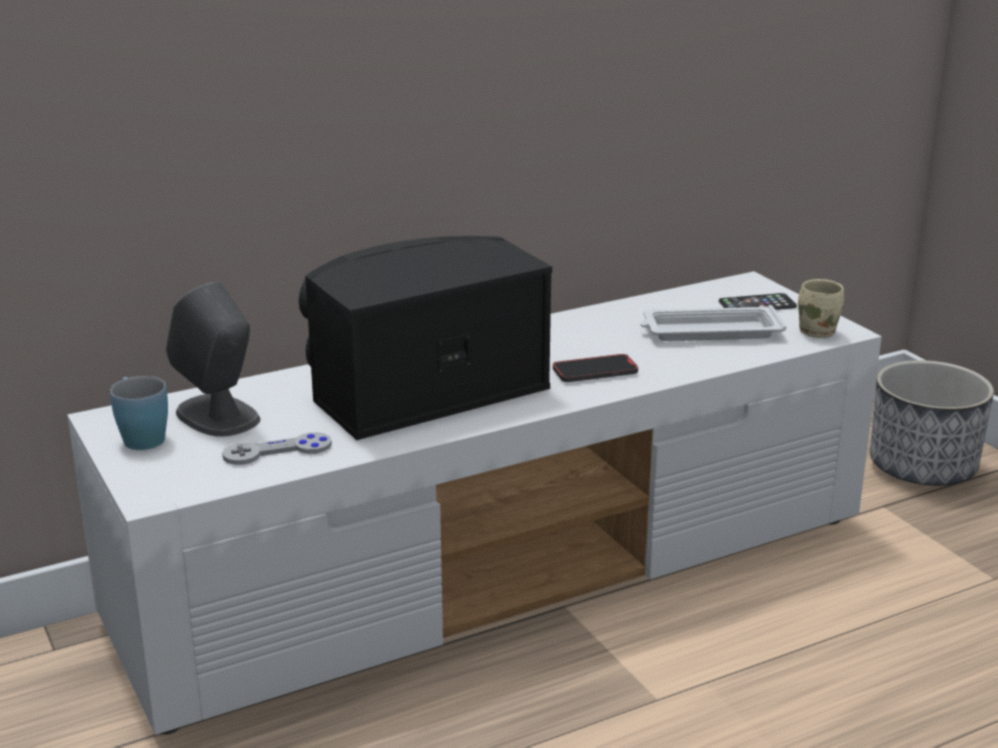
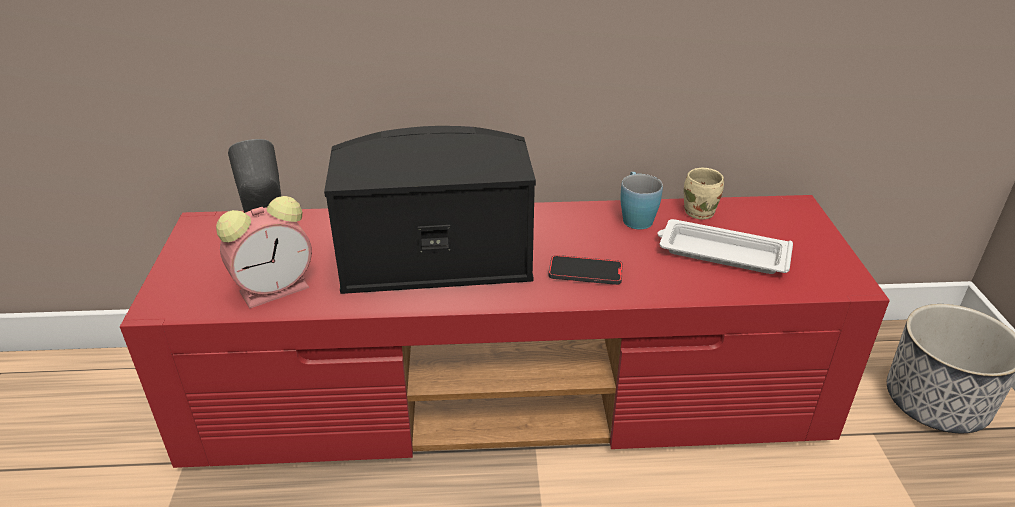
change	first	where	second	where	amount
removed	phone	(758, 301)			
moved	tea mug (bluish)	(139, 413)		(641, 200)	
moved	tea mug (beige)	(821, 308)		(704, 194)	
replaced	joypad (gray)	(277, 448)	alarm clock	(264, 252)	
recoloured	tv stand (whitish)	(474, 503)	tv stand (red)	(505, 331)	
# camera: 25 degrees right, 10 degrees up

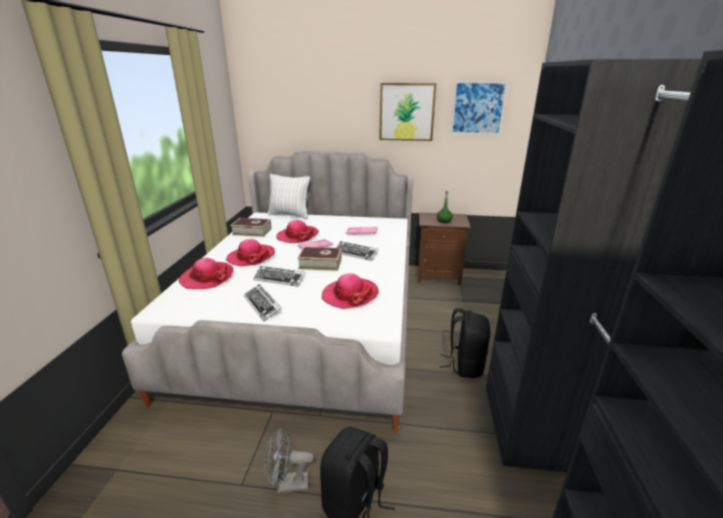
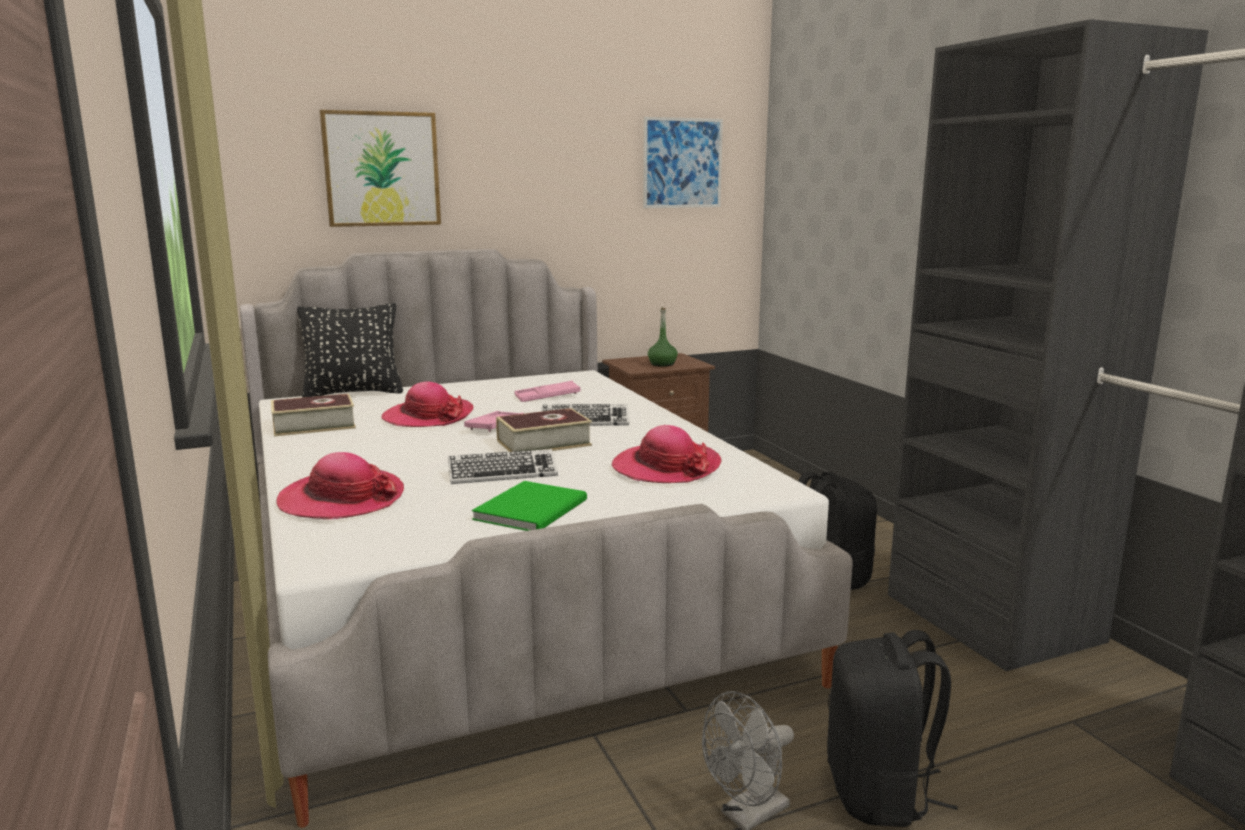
change	first	where	second	where	amount
removed	hat	(250, 252)			
moved	wall art	(407, 112)		(380, 168)	
replaced	PC keyboard	(263, 302)	volume (greenish)	(529, 506)	
recoloured	pillow (whitish)	(288, 196)	pillow (blackish)	(350, 350)	
# camera: 30 degrees left, 10 degrees down

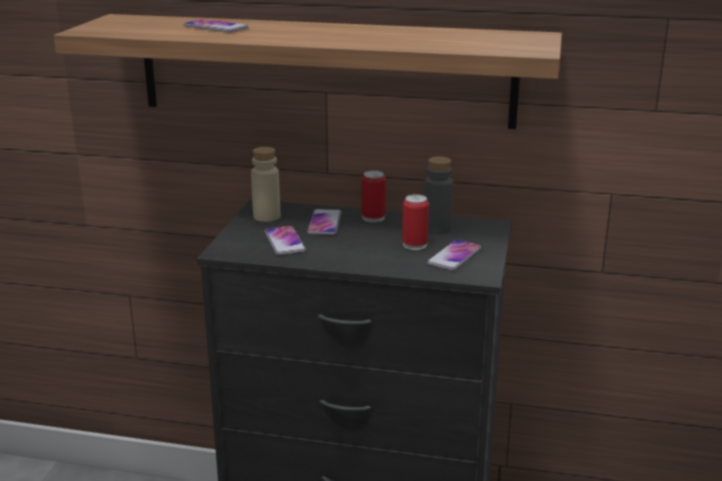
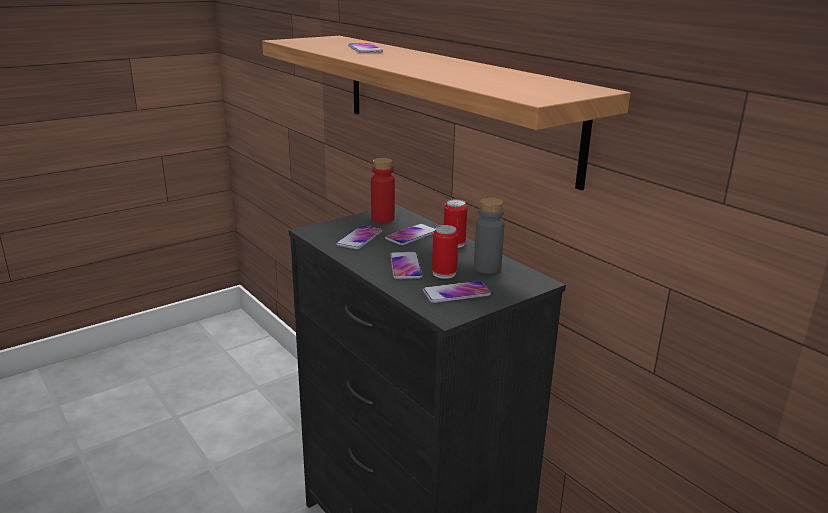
change	first	where	second	where	amount
added			phone	(406, 265)	
recoloured	bottle (beige)	(265, 184)	bottle (red)	(383, 190)	
# camera: 40 degrees right, 0 degrees up

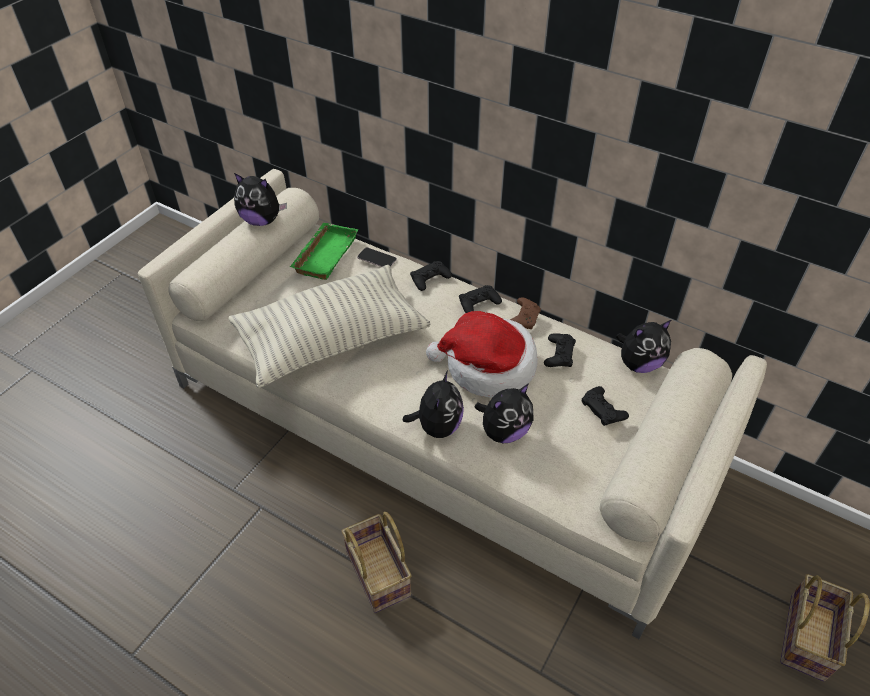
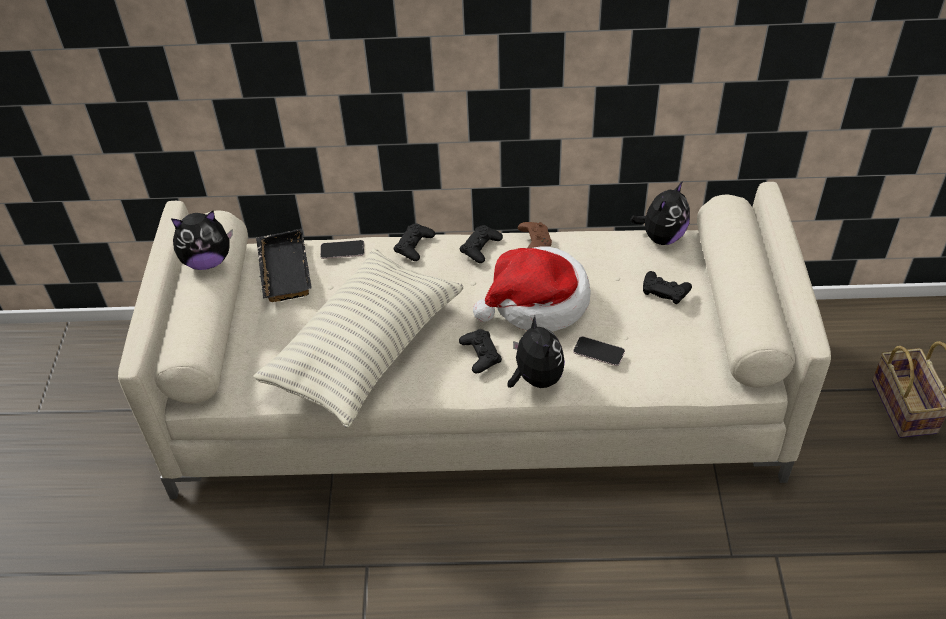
change	first	where	second	where	amount
removed	basket	(376, 562)			
moved	joypad (blackish)	(560, 350)		(480, 351)	
replaced	plush toy	(504, 413)	phone	(599, 351)	
recoloured	serving tray (greenish)	(324, 251)	serving tray (blackish)	(283, 265)	
# camera: 30 degrees left, 0 degrees up

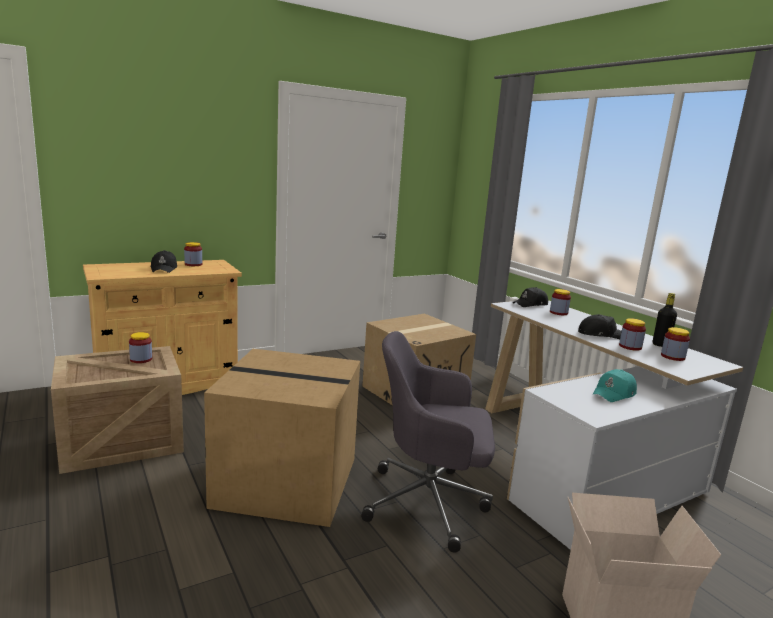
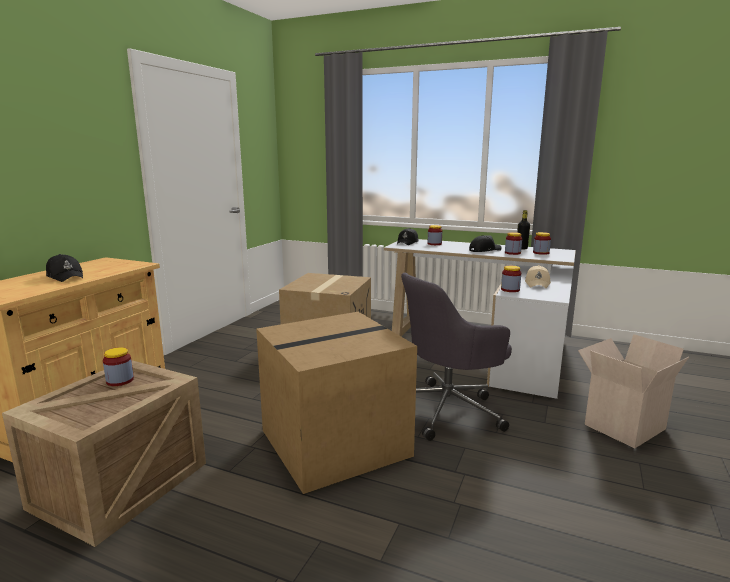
change	first	where	second	where	amount
moved	storage jar	(193, 254)		(511, 279)	
recoloured	baseball cap (blue-green)	(614, 385)	baseball cap (beige)	(538, 276)	
# camera: 35 degrees left, 0 degrees up

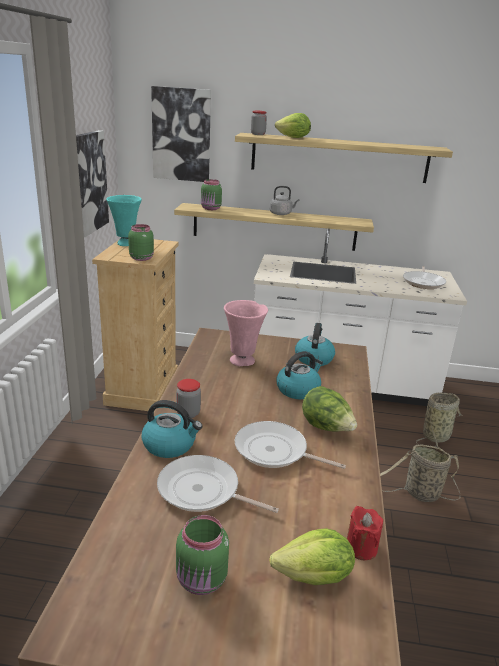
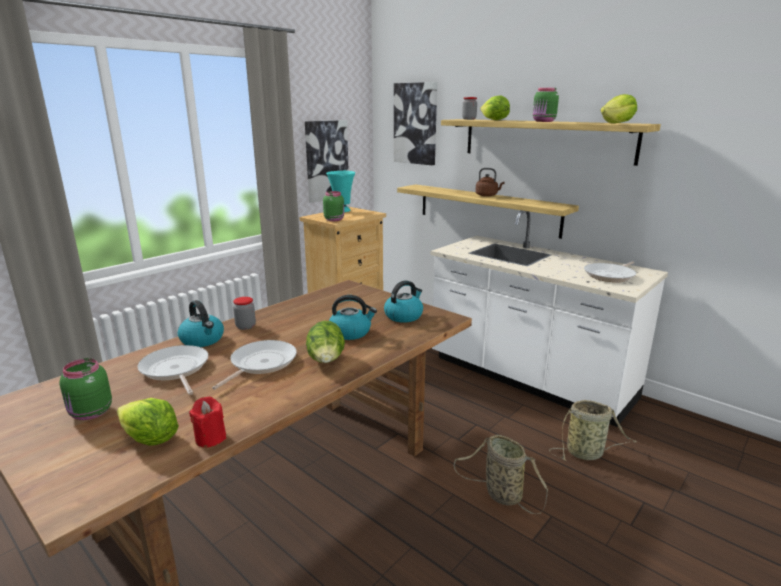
change	first	where	second	where	amount
removed	vase (pinkish)	(246, 333)			
added			lettuce head	(619, 108)	
moved	storage jar (greenish)	(211, 194)		(546, 105)	
recoloured	water kettle (gray)	(284, 200)	water kettle (brownish)	(490, 182)	
turned	skillet	(290, 445)		(254, 365)	60 degrees clockwise
# camera: 35 degrees right, 5 degrees down

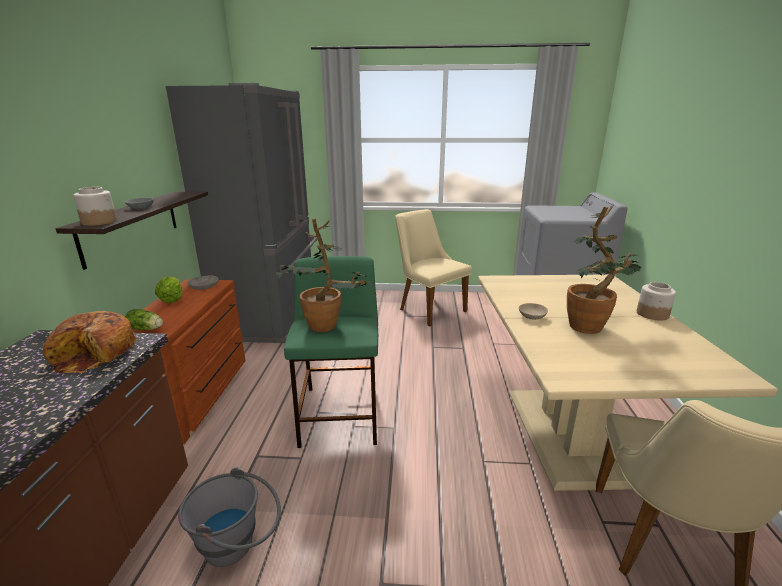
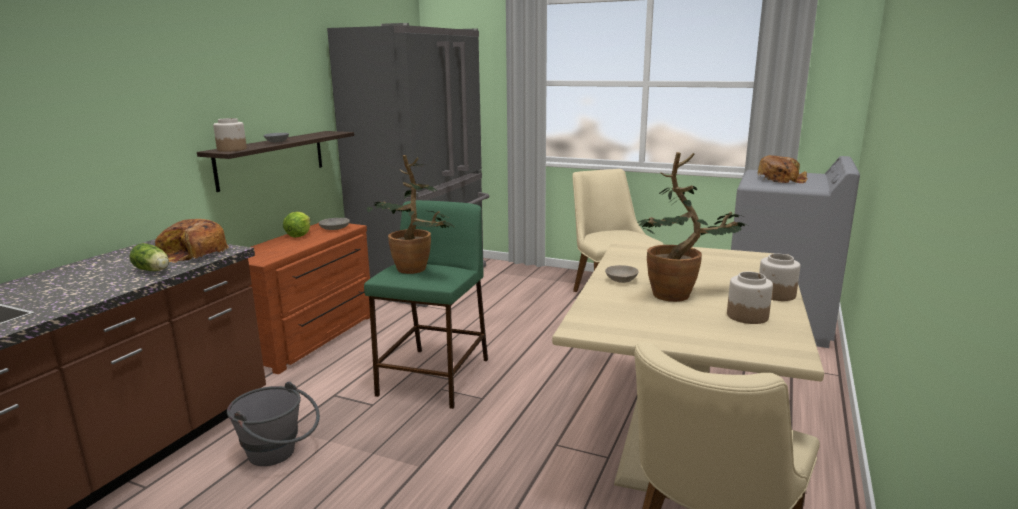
change	first	where	second	where	amount
added			storage jar	(750, 298)	
added			baked bread	(782, 169)	
moved	lettuce head	(144, 319)		(149, 257)	
# camera: 20 degrees right, 5 degrees down

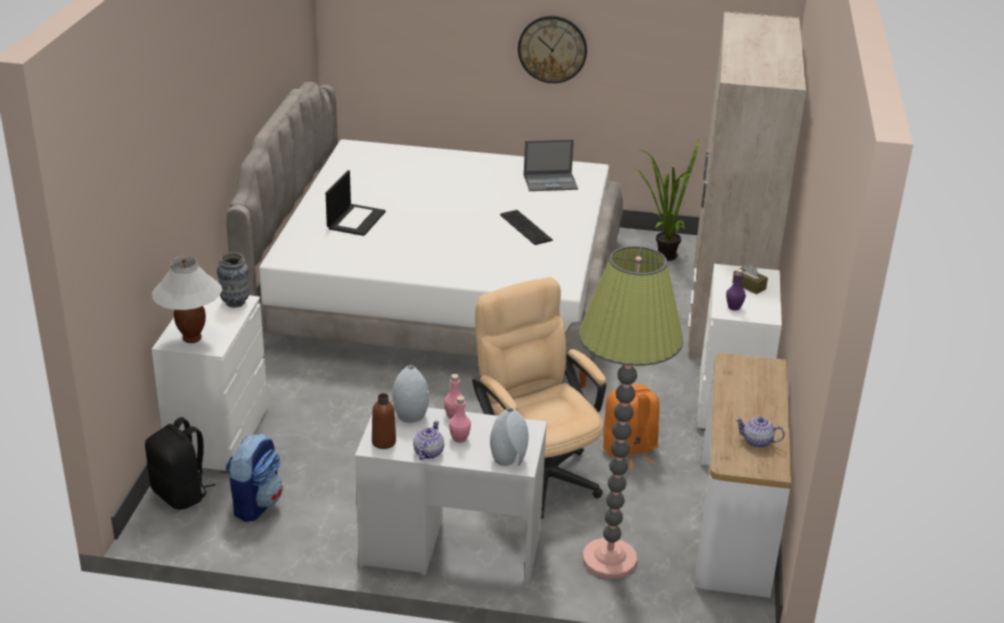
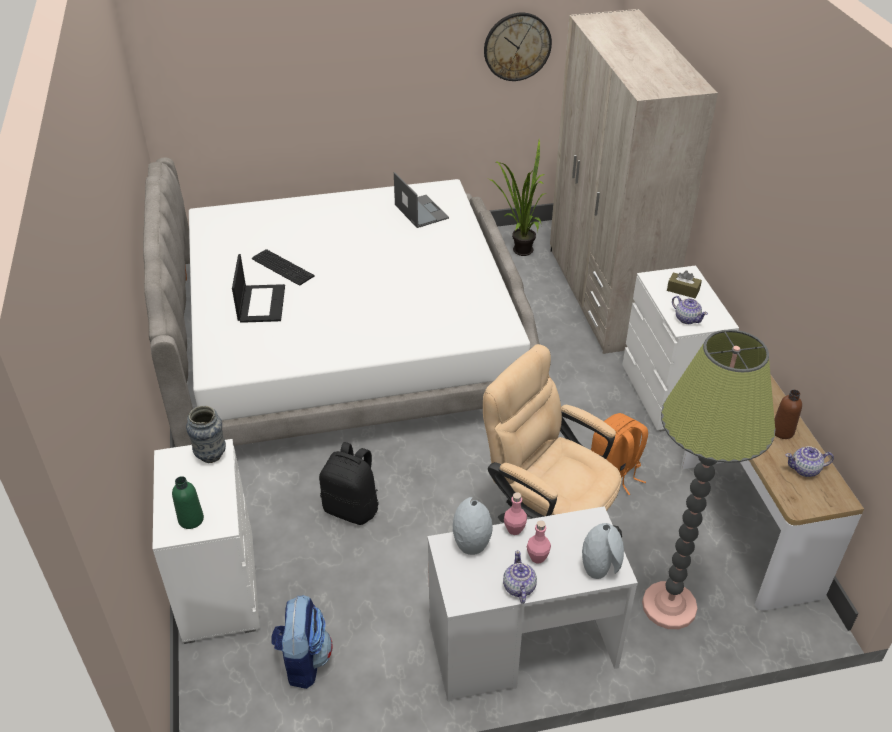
change	first	where	second	where	amount
moved	rucksack (blackish)	(180, 463)		(349, 483)	
moved	bottle (brownish)	(384, 421)		(788, 414)	
moved	PC keyboard	(526, 227)		(283, 267)	
moved	hanging clock	(552, 49)		(518, 47)	
replaced	table lamp (whitish)	(187, 299)	bottle (greenish)	(188, 502)	
replaced	bottle (purple-coloured)	(736, 290)	teapot	(690, 310)	
turned	laptop	(551, 165)		(421, 200)	90 degrees counterclockwise
# camera: 20 degrees left, 10 degrees up

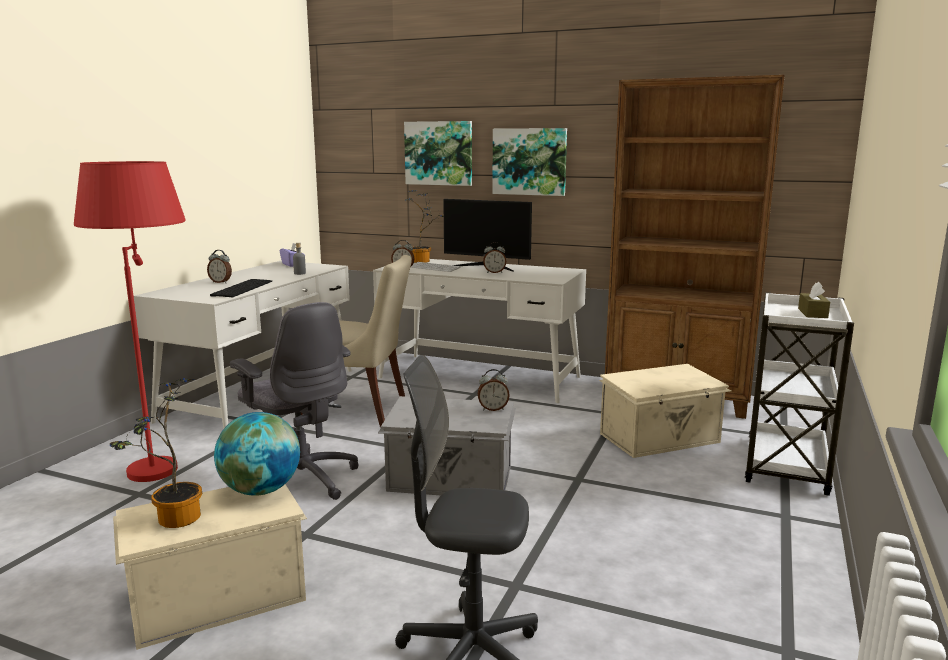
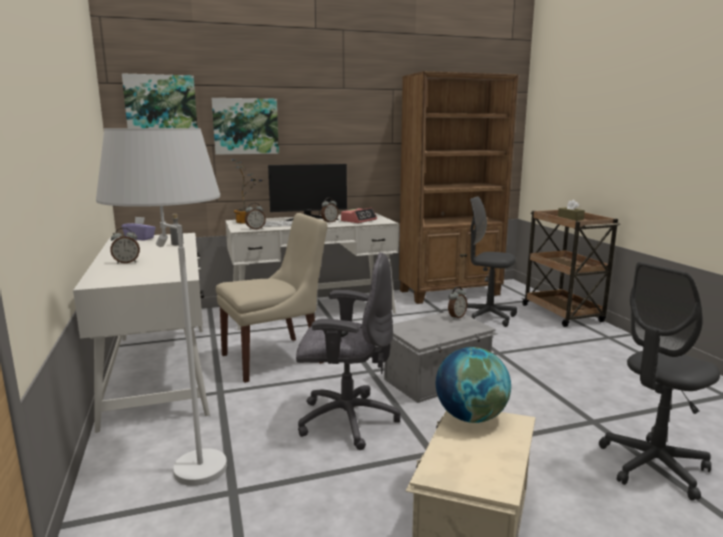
change	first	where	second	where	amount
removed	potted plant	(156, 453)			
removed	PC keyboard	(241, 288)			
added			alarm clock	(359, 215)	
moved	wall art	(529, 162)		(160, 100)	
replaced	storage bin (beige)	(665, 411)	desk chair (gray)	(492, 261)	
recoloured	floor lamp (red)	(130, 321)	floor lamp (whitish)	(161, 307)	
recoloured	cart (whitish)	(799, 394)	cart (brownish)	(570, 268)	
# camera: 40 degrees left, 0 degrees up

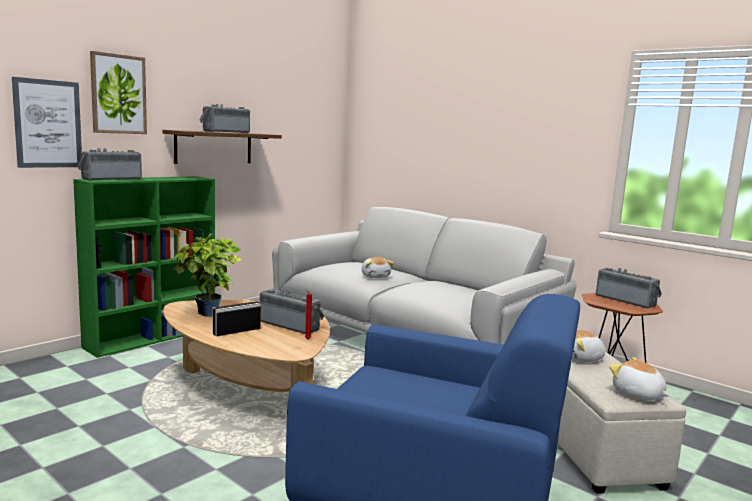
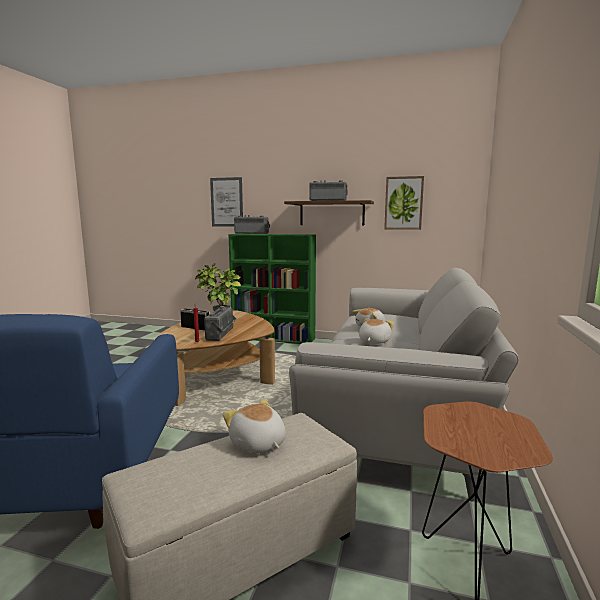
change	first	where	second	where	amount
removed	radio receiver	(629, 288)			
moved	wall art	(118, 92)		(404, 203)	
moved	plush toy	(639, 378)		(376, 331)	
# camera: 65 degrees right, 0 degrees up

